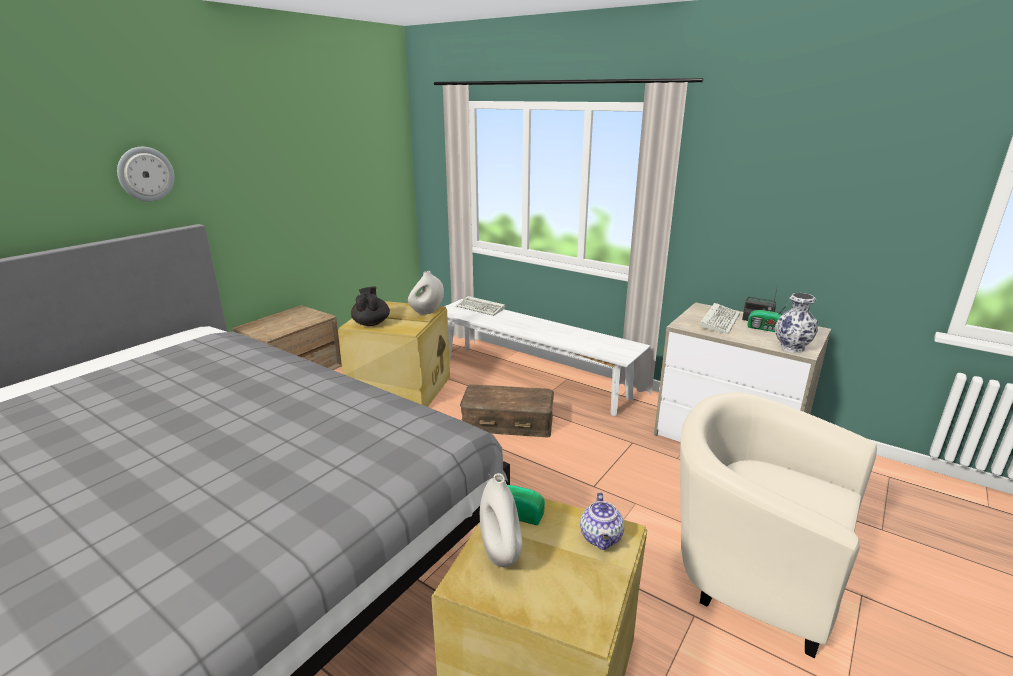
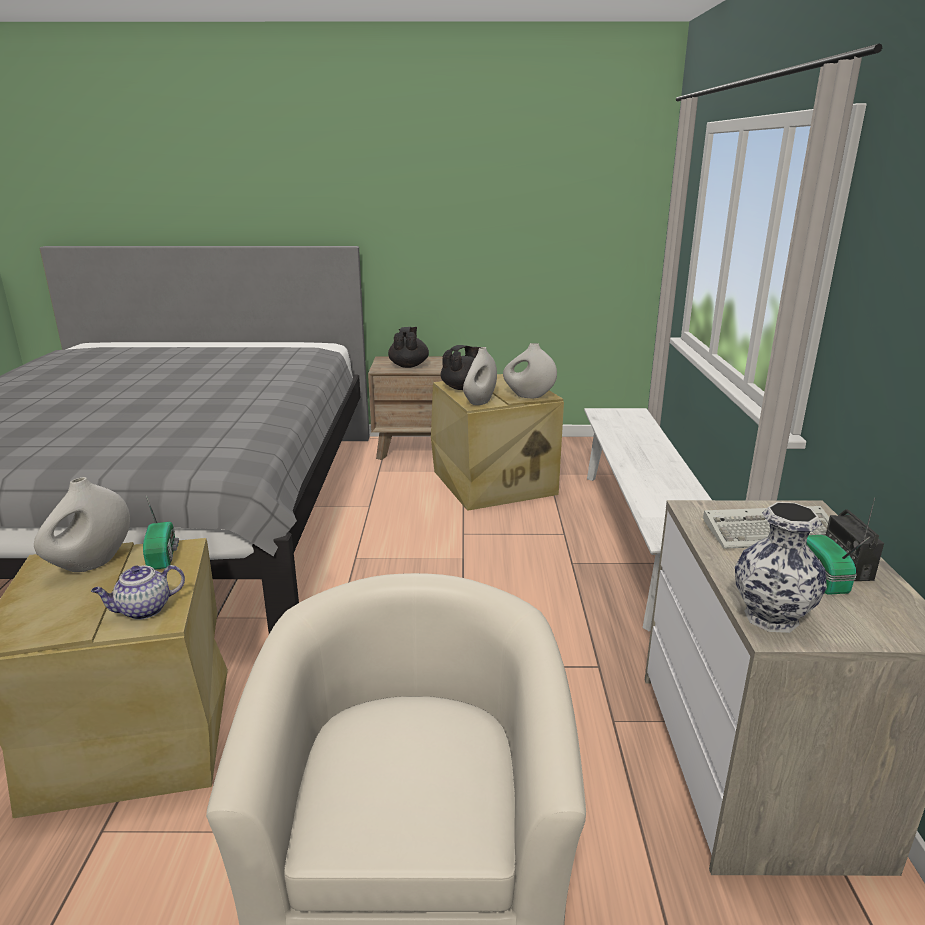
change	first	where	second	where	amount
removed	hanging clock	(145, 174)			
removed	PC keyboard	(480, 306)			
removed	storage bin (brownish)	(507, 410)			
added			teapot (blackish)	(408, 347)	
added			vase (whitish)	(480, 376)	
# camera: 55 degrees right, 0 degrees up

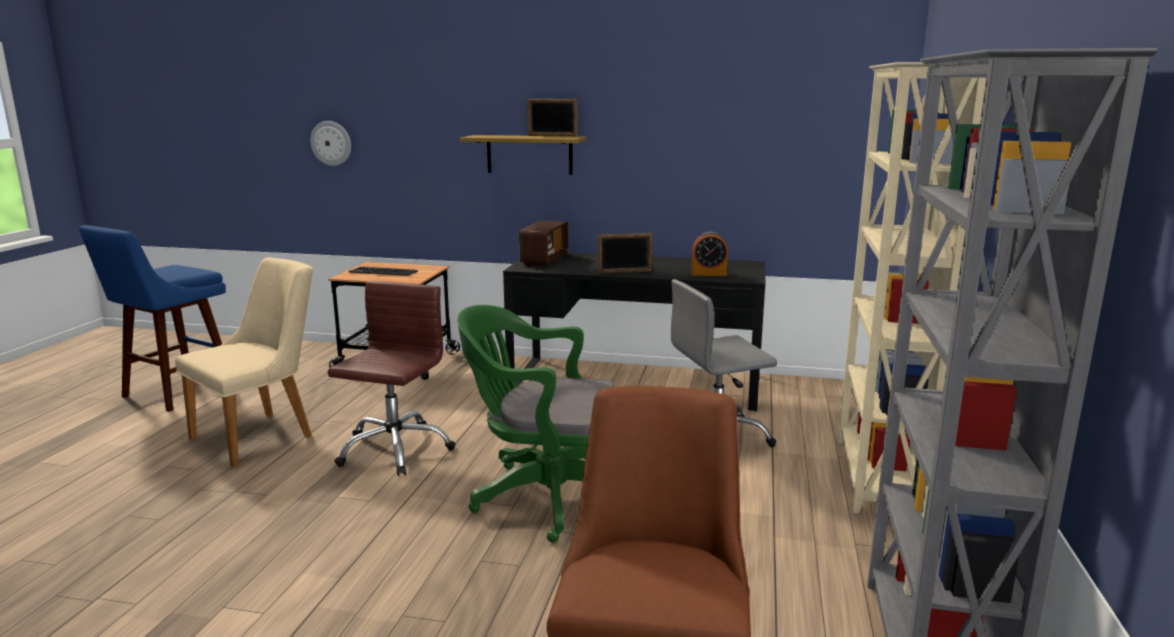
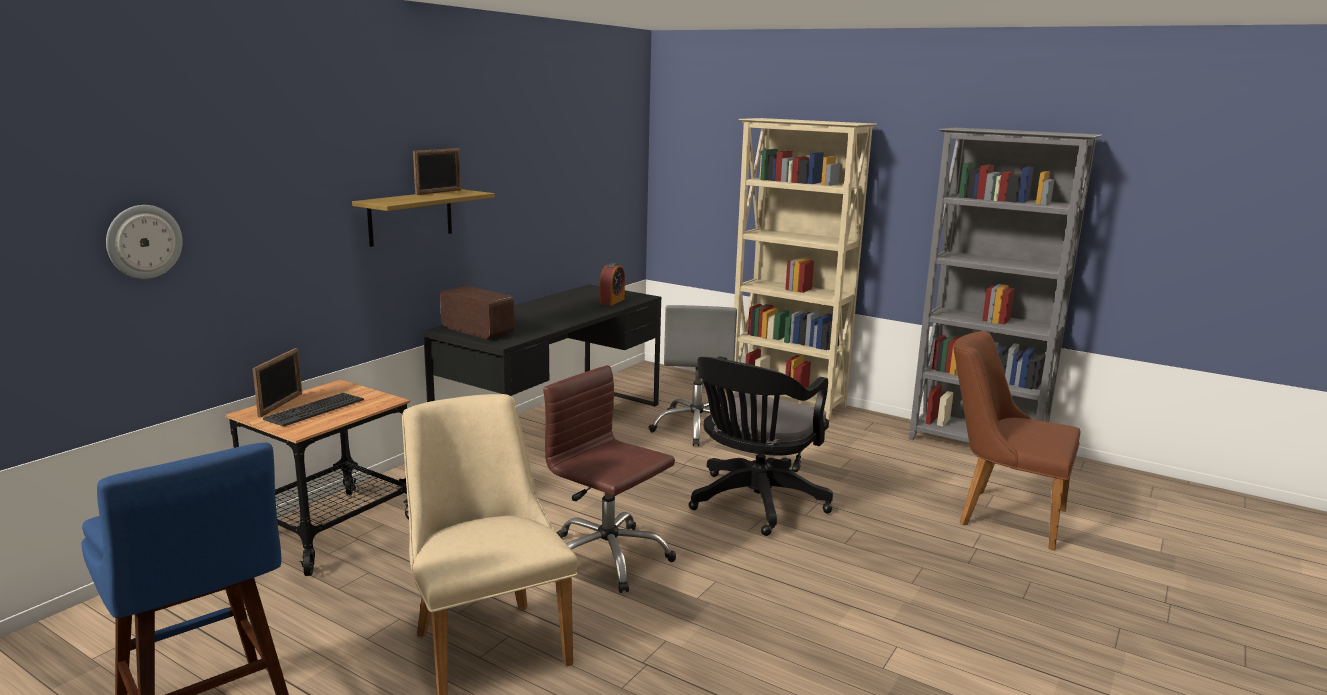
change	first	where	second	where	amount
moved	picture frame	(625, 253)		(277, 382)	
recoloured	desk chair (greenish)	(535, 423)	desk chair (blackish)	(761, 446)	
# camera: 70 degrees left, 0 degrees up

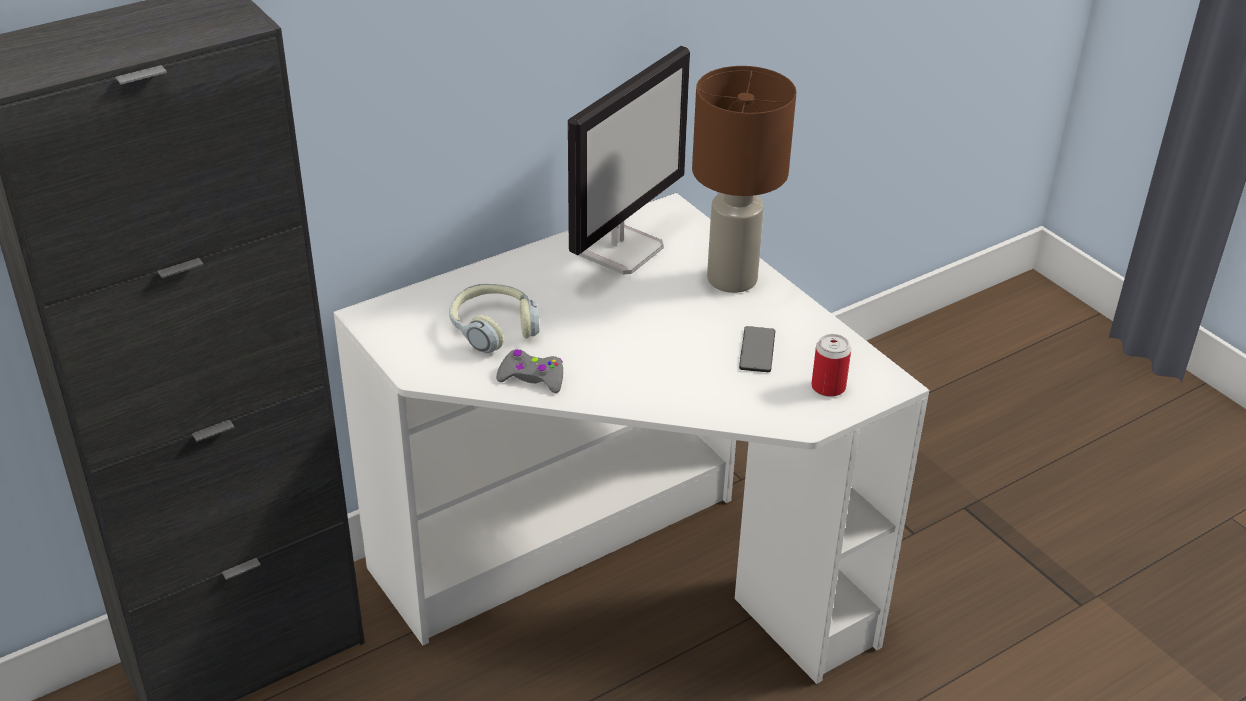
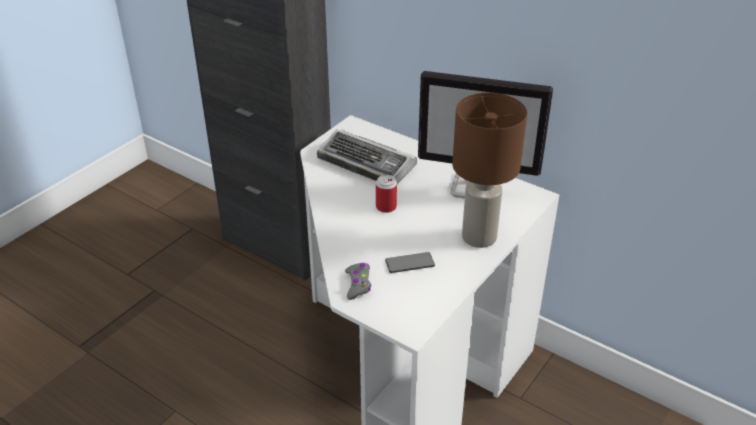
change	first	where	second	where	amount
moved	joypad (gray)	(529, 371)		(358, 281)	
moved	sealed can	(831, 365)		(386, 194)	
replaced	headphones	(494, 318)	PC keyboard	(367, 156)	
# camera: 70 degrees right, 0 degrees up

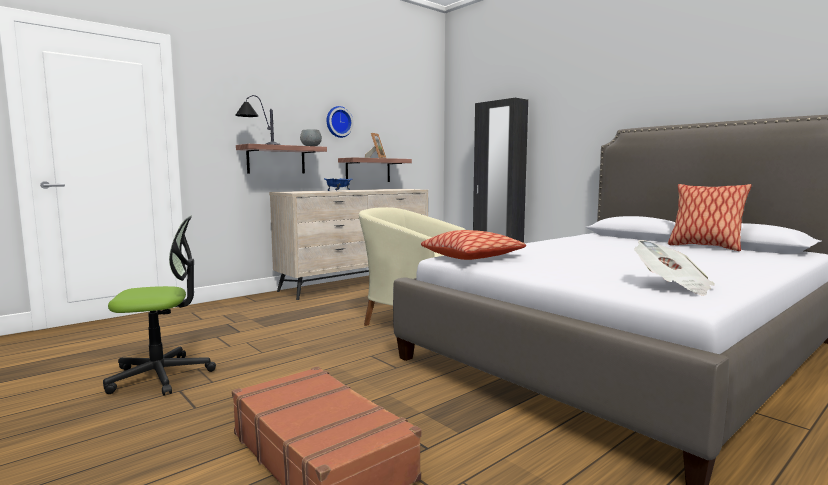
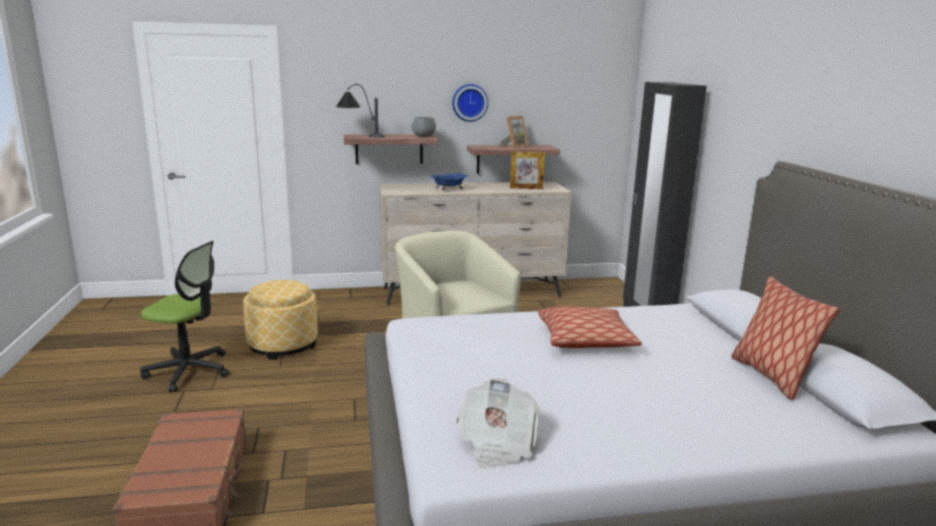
change	first	where	second	where	amount
added			ottoman	(280, 320)	
added			picture frame	(527, 170)	
moved	pillow	(473, 245)		(590, 327)	
# camera: 30 degrees right, 10 degrees up

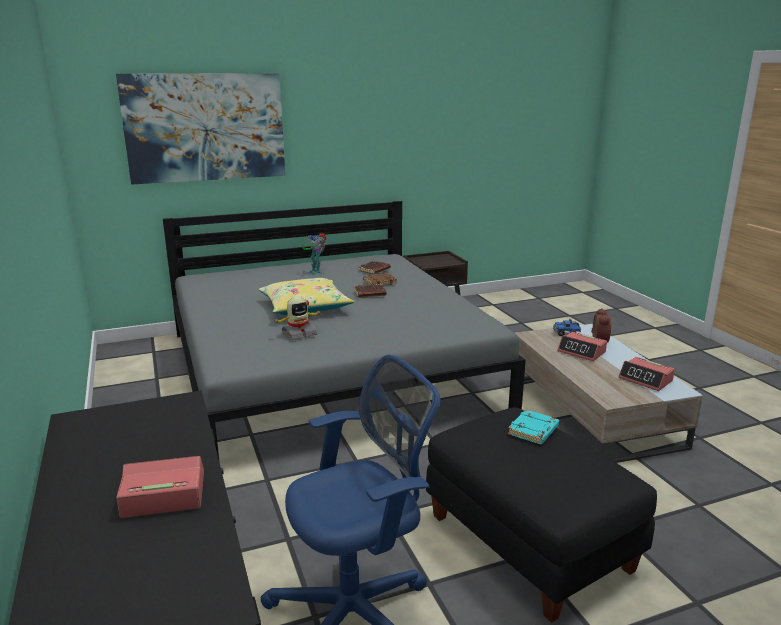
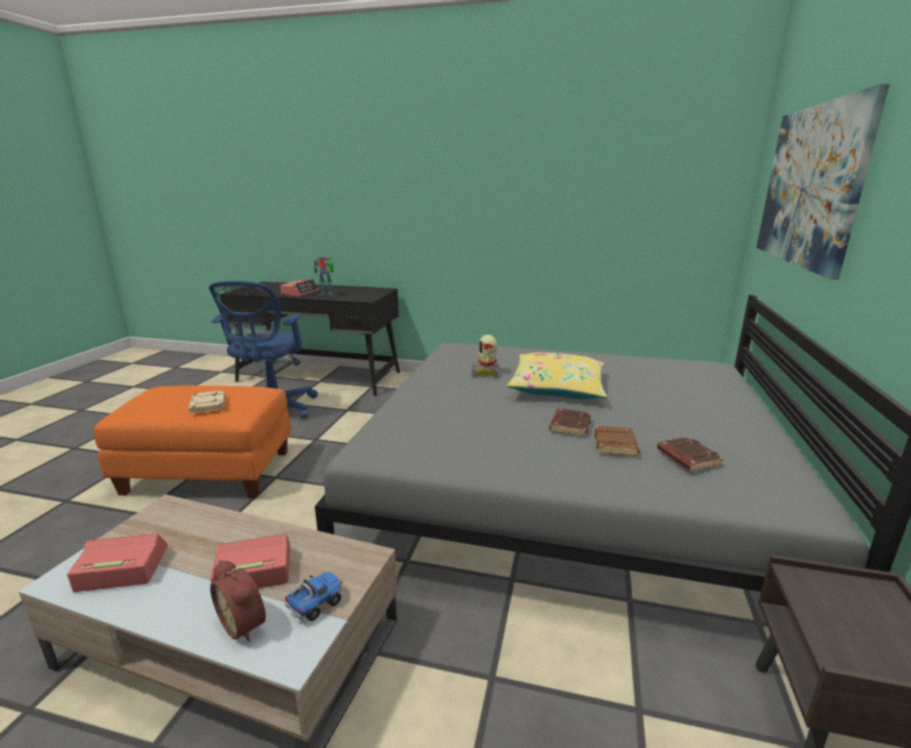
change	first	where	second	where	amount
moved	model robot	(314, 254)		(323, 276)	
recoloured	ottoman (blackish)	(541, 515)	ottoman (orange-coloured)	(192, 441)	
recoloured	volume (blue-green)	(533, 427)	volume (beige)	(207, 401)	
# camera: 125 degrees right, 0 degrees up

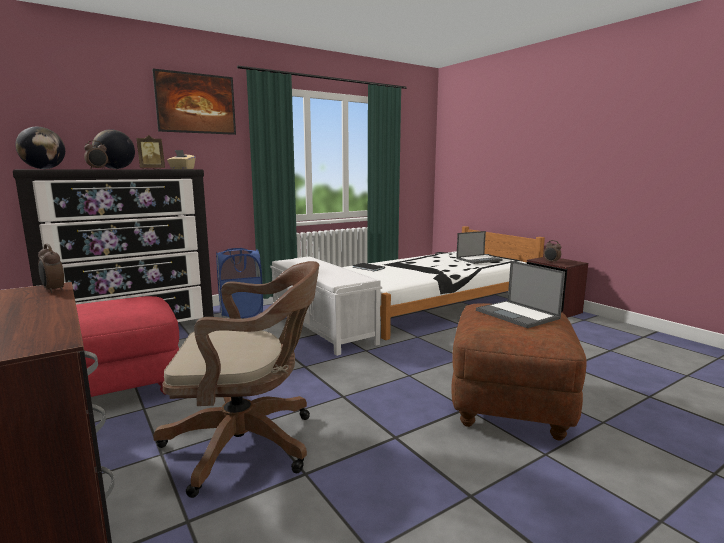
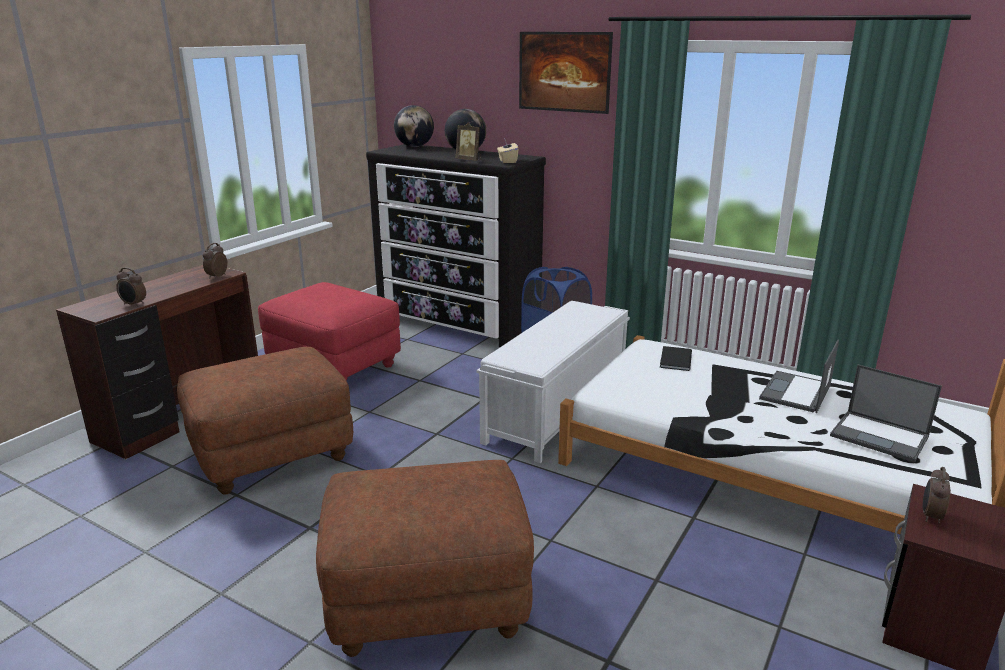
change	first	where	second	where	amount
moved	alarm clock	(96, 154)		(131, 287)	
moved	laptop	(520, 294)		(799, 376)	
replaced	desk chair (brownish)	(236, 379)	ottoman (brownish)	(265, 420)	
# camera: 65 degrees right, 10 degrees up

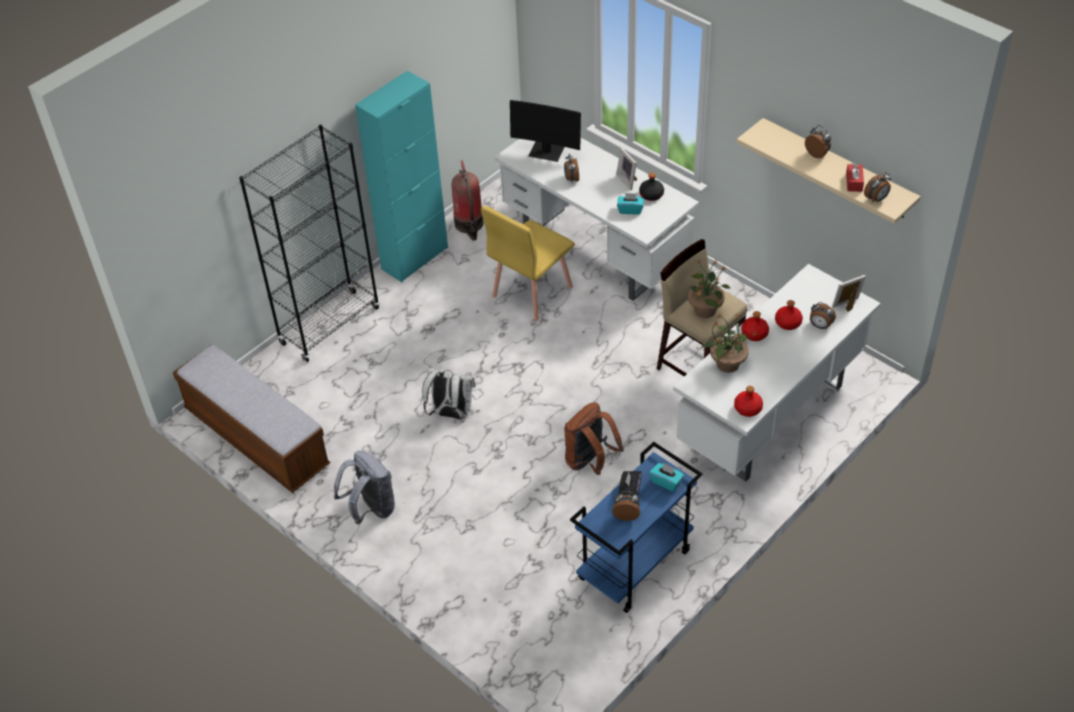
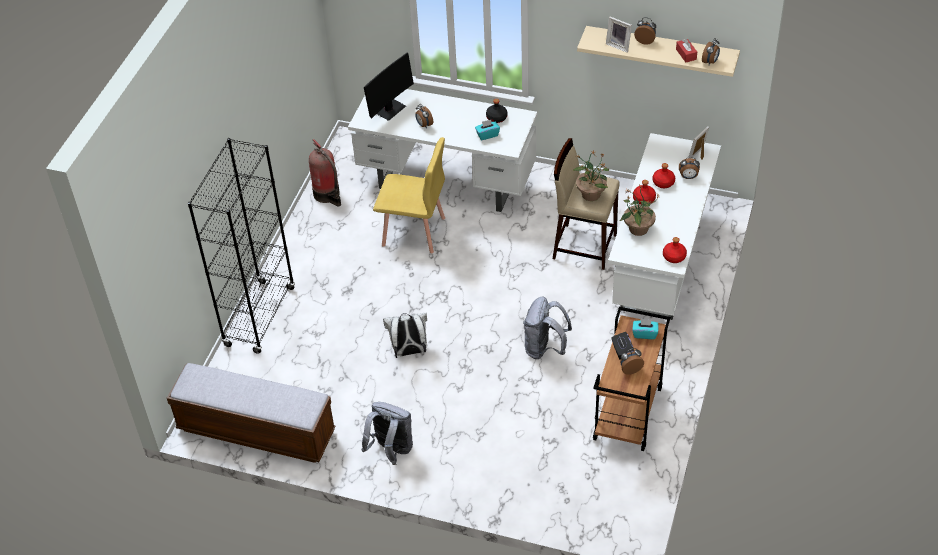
change	first	where	second	where	amount
removed	cabinet (blue-green)	(401, 176)			
moved	picture frame	(626, 169)		(619, 35)	
recoloured	rucksack (brownish)	(594, 438)	rucksack (gray)	(547, 327)	
recoloured	cart (bluish)	(636, 527)	cart (brownish)	(632, 379)	
turned	plain chair (yellowish)	(528, 263)		(409, 195)	90 degrees counterclockwise
turned	computer screen	(545, 131)		(389, 87)	45 degrees counterclockwise
# camera: 25 degrees left, 0 degrees up

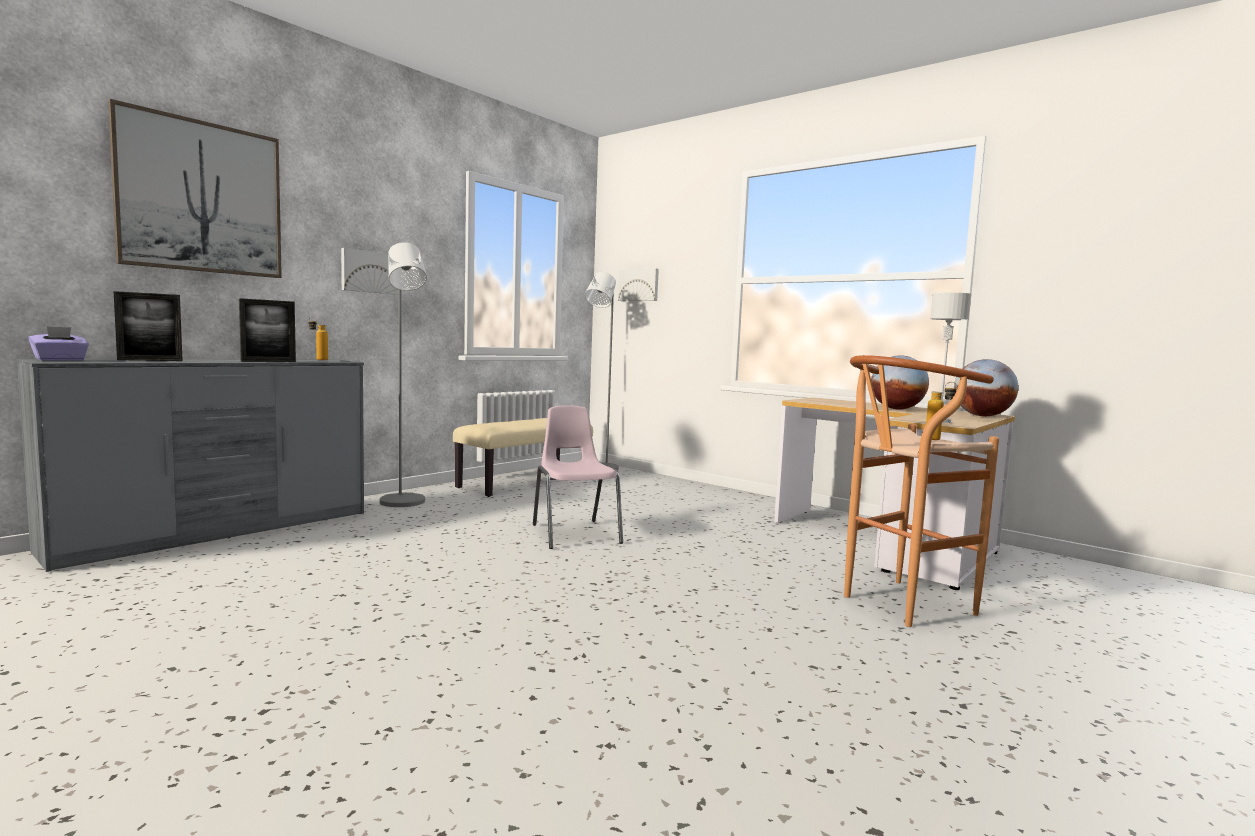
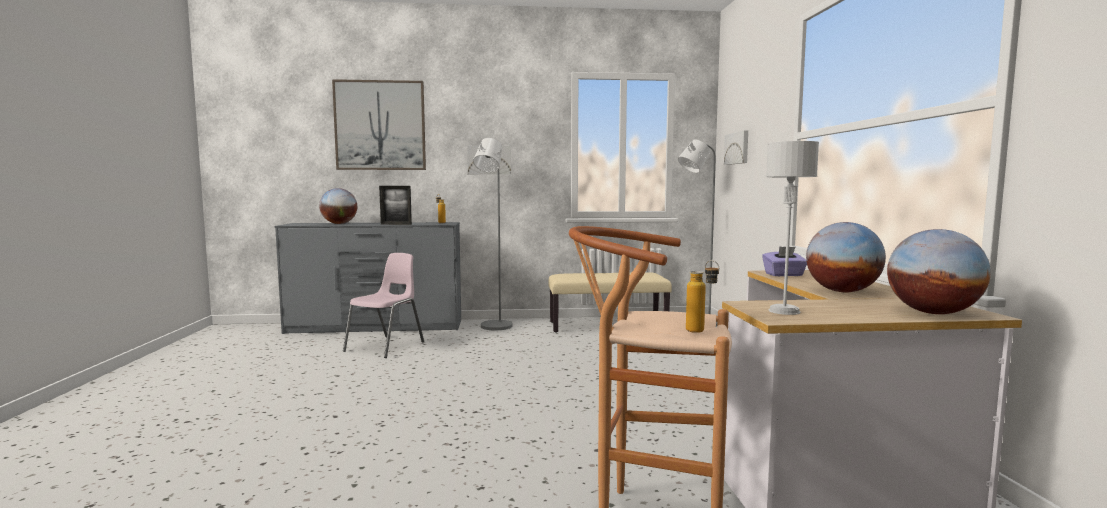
change	first	where	second	where	amount
moved	box of tissues (purple-coloured)	(58, 343)		(784, 261)	
moved	plain chair (pinkish)	(578, 477)		(383, 305)	
replaced	picture frame	(148, 326)	desk globe	(338, 206)	
# camera: 45 degrees right, 0 degrees up

